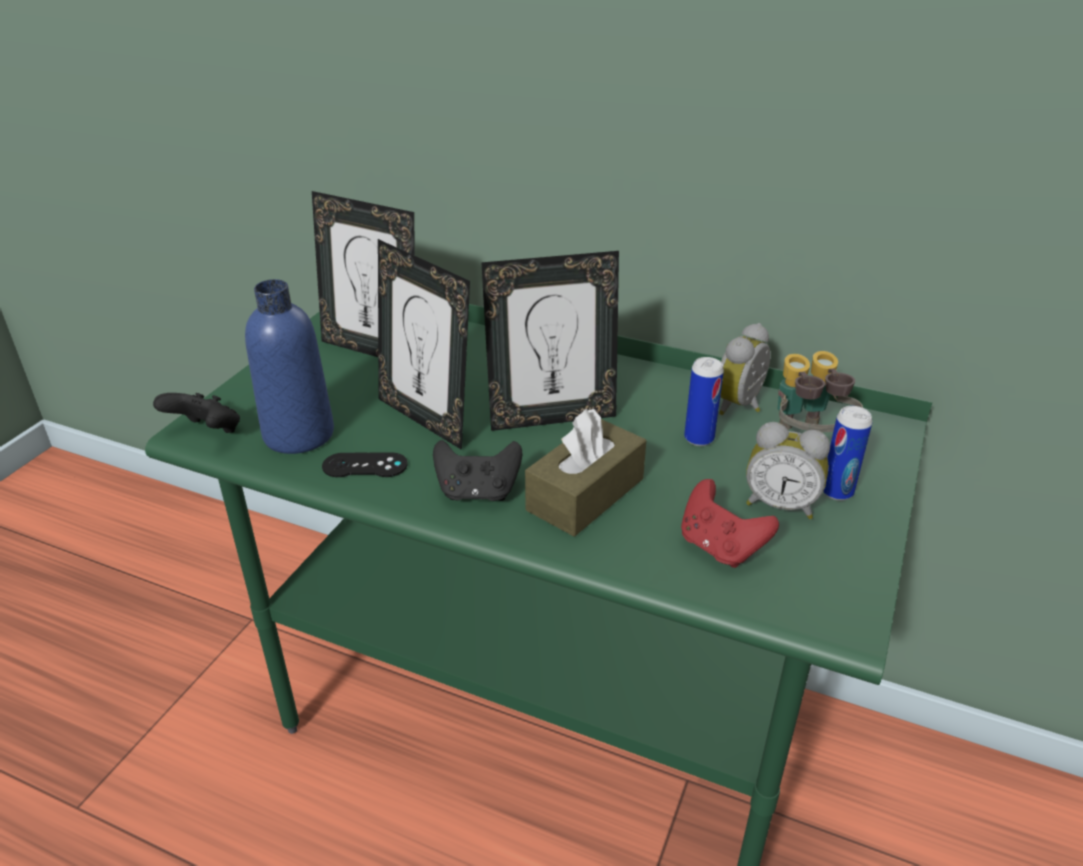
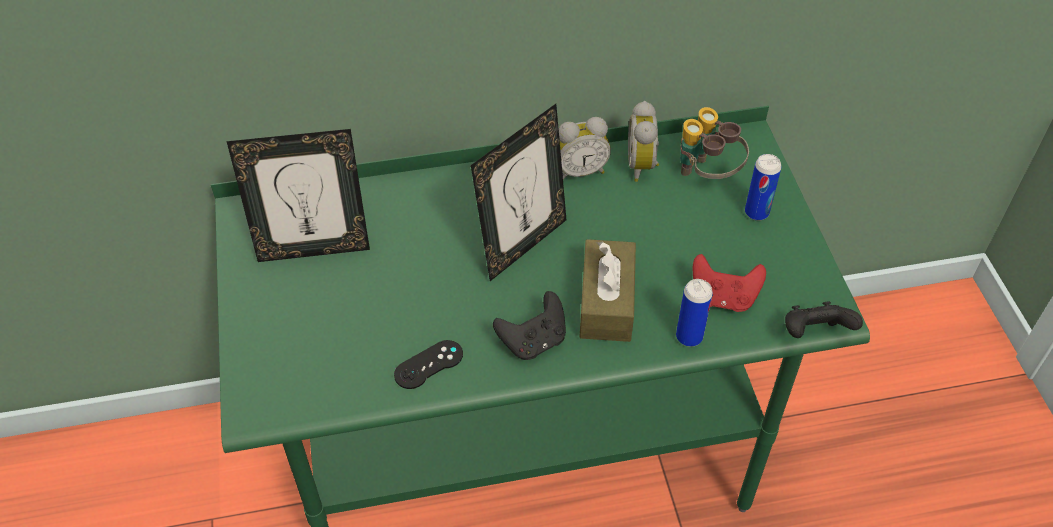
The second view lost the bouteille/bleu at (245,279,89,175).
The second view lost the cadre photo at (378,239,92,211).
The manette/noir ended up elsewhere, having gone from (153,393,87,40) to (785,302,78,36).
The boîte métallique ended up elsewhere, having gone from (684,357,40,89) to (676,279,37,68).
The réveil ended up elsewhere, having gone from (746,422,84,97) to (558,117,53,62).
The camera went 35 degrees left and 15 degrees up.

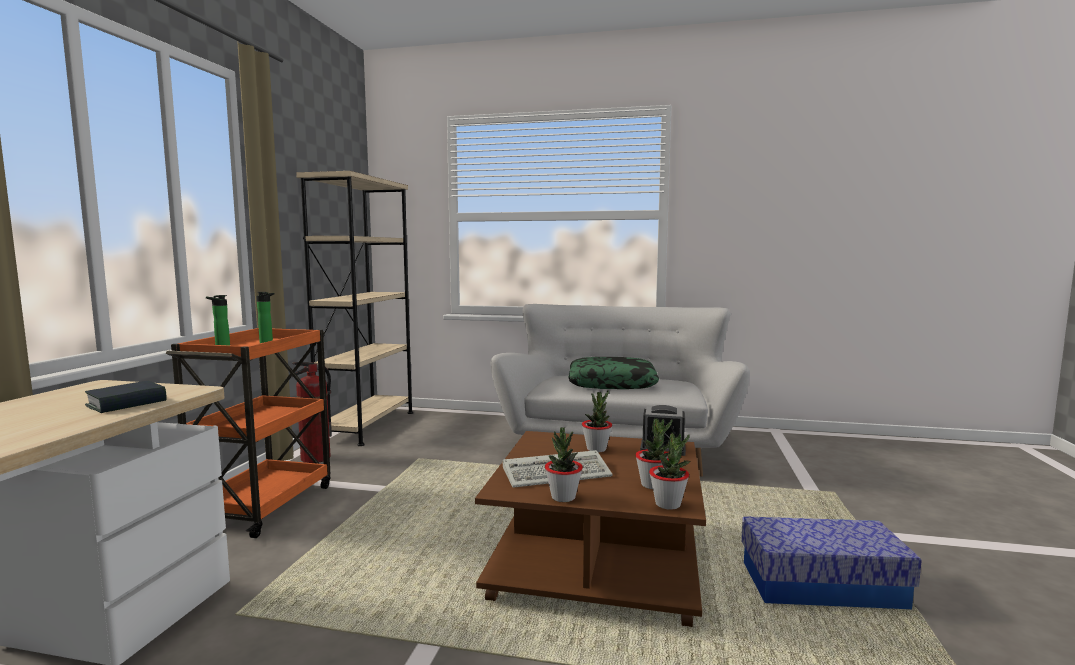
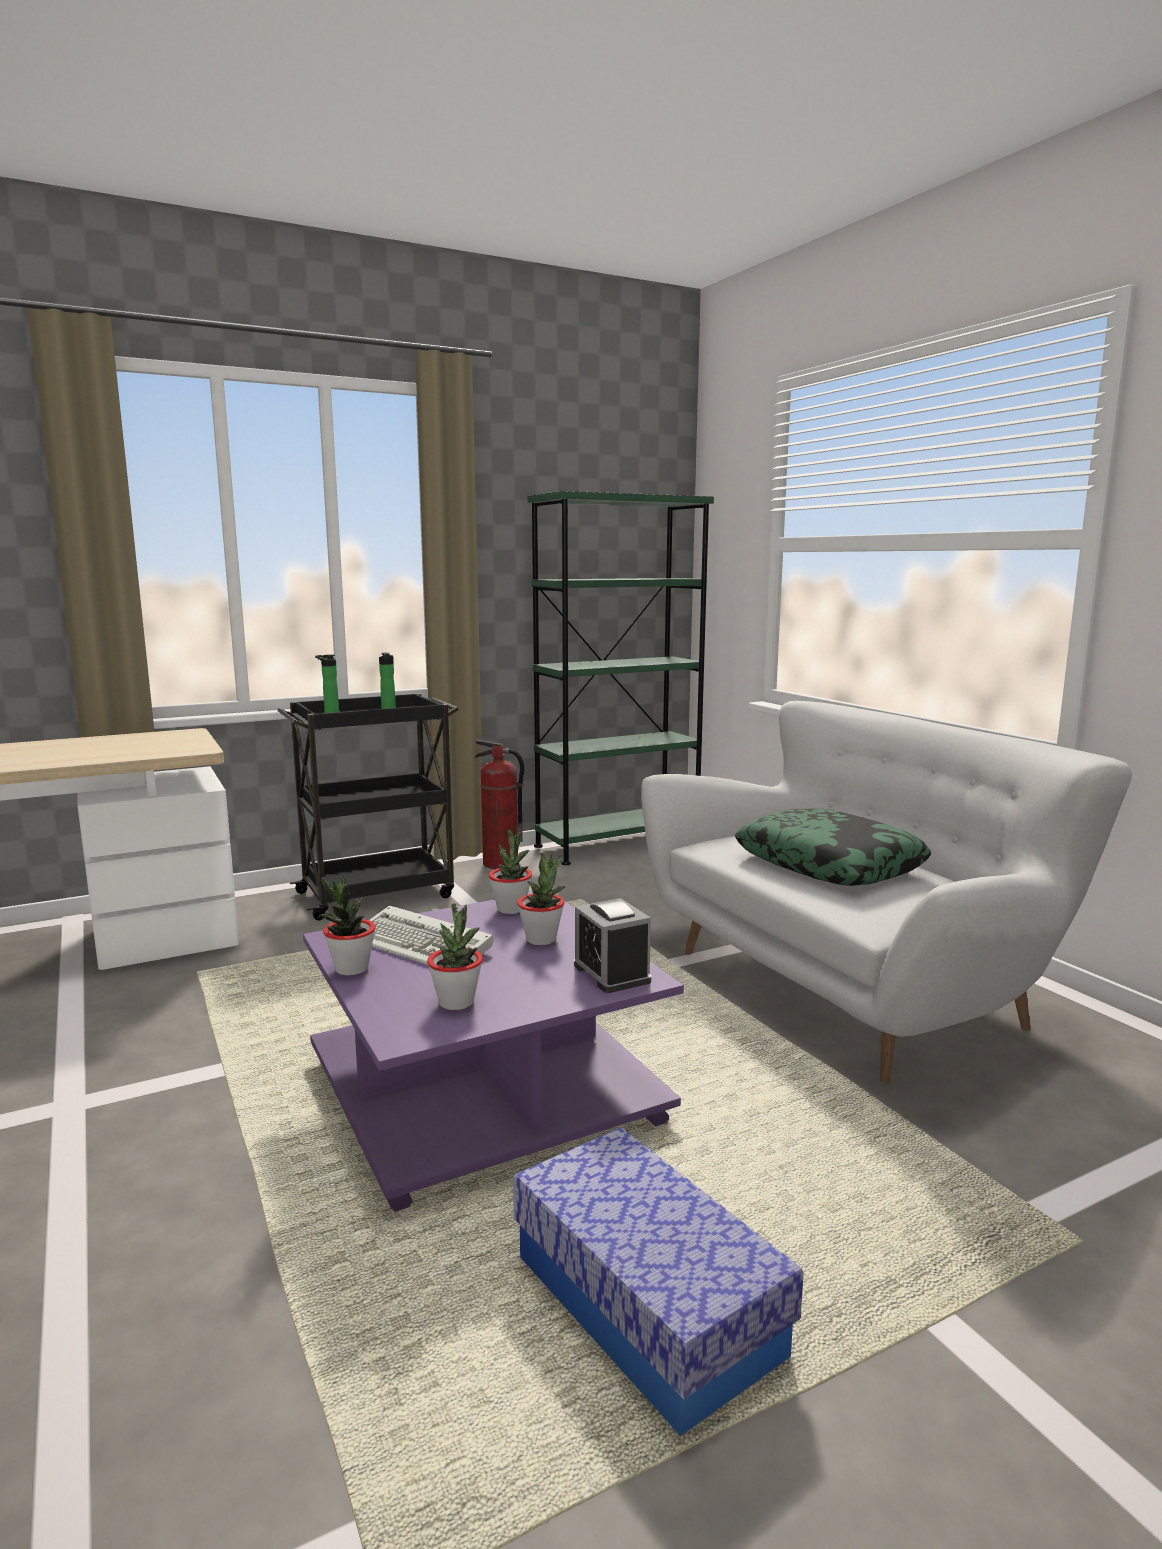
The second view lost the livre at (85,381,81,32).
The plante en pot ended up elsewhere, having gone from (649,432,41,78) to (489,829,43,85).
What was the chariot/orange at (166,328,165,210) turned into the chariot/noir at (278,693,181,228).
What was the bibliothèque/beige at (296,171,117,275) turned into the bibliothèque/vert at (527,491,187,374).
What was the table basse/marron at (475,431,231,196) turned into the table basse/violet at (303,893,381,319).
The camera went 50 degrees right and 5 degrees up.

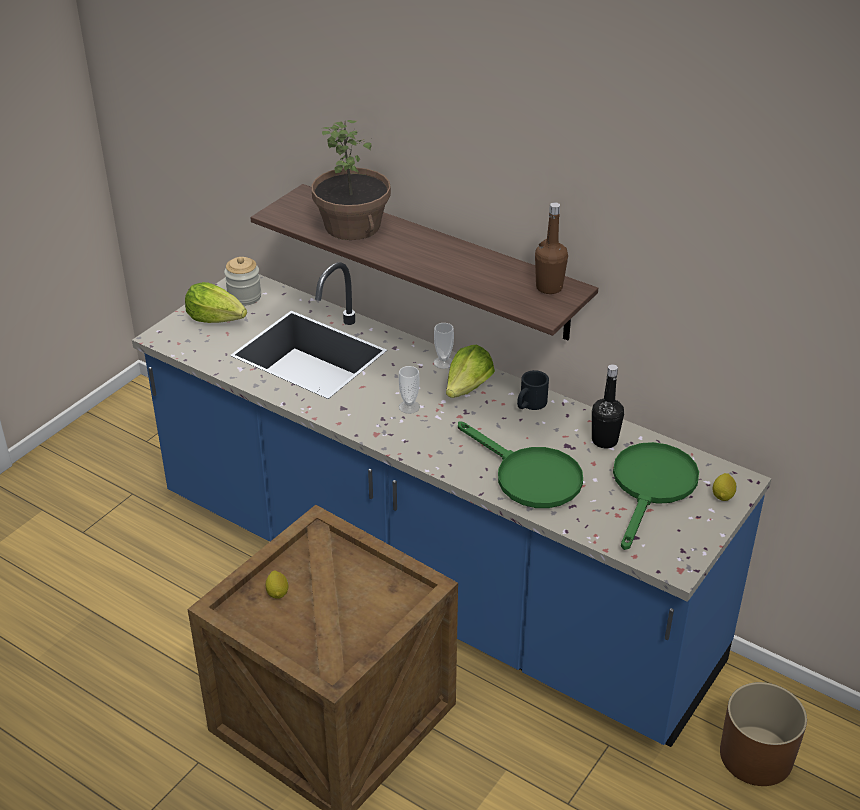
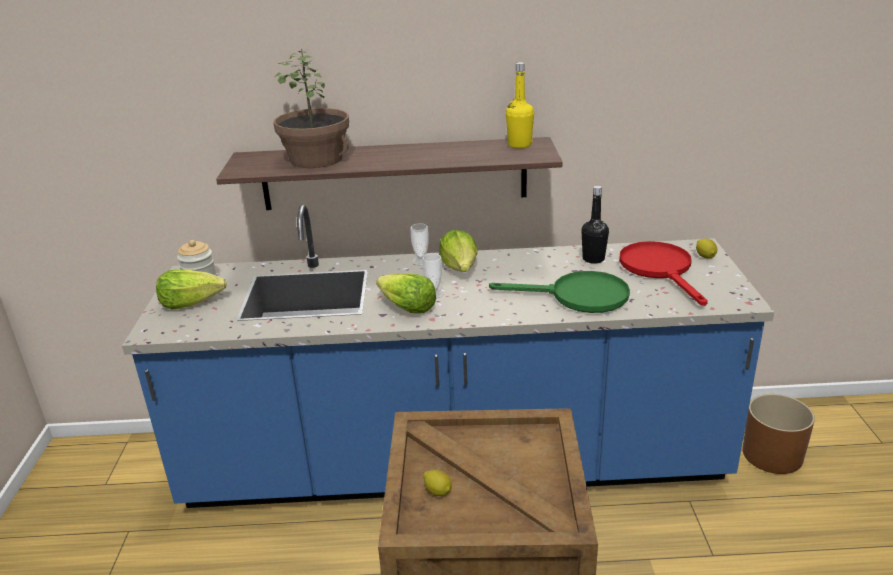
The second view lost the mug/noir at (517,370,32,40).
The second view gained the laitue at (376,273,60,41).
What was the bouteille/marron at (535,202,33,92) turned into the bouteille/jaune at (506,62,28,87).
What was the poêle/vert at (613,442,86,108) turned into the poêle/rouge at (619,241,89,65).
The camera went 35 degrees left and 10 degrees down.

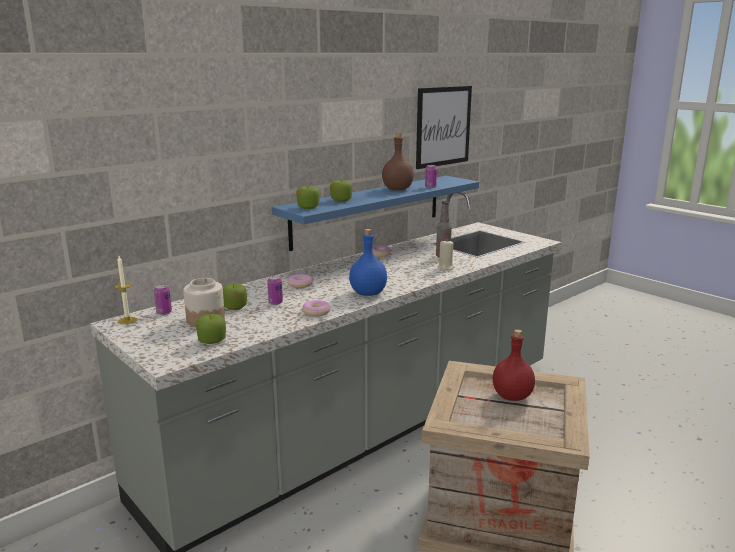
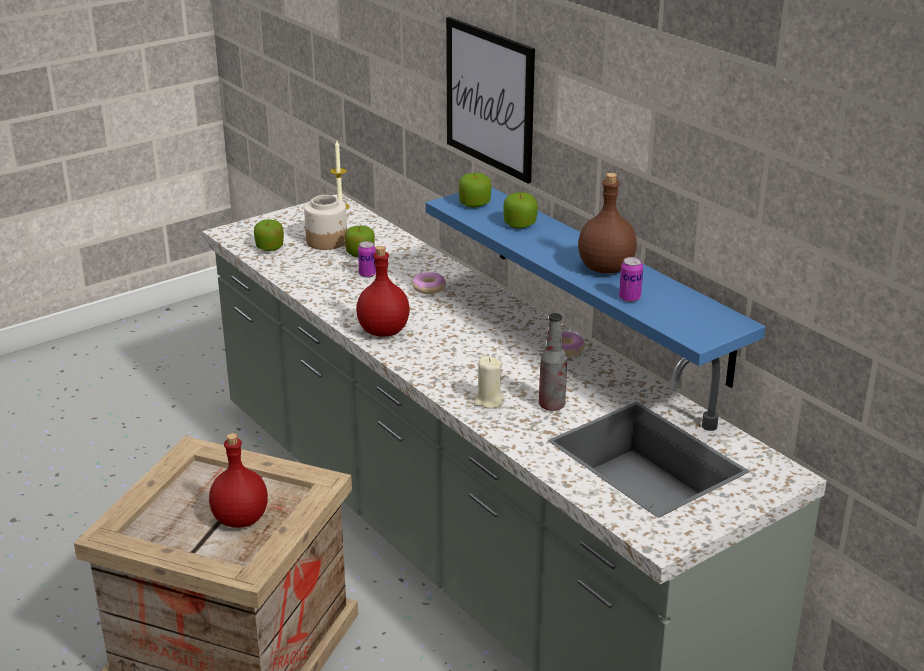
The second view lost the boîte métallique at (154,284,18,31).
The second view lost the beignet at (302,300,28,17).
The tableau ended up elsewhere, having gone from (416,86,56,83) to (446,17,89,166).
What was the bouteille/bleu at (349,229,38,67) turned into the bouteille/rouge at (356,246,54,91).
The camera went 95 degrees right and 10 degrees up.

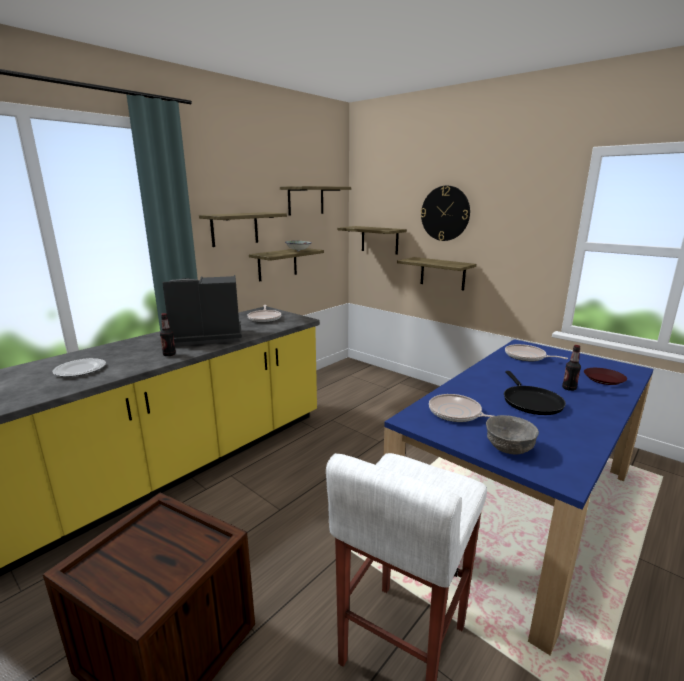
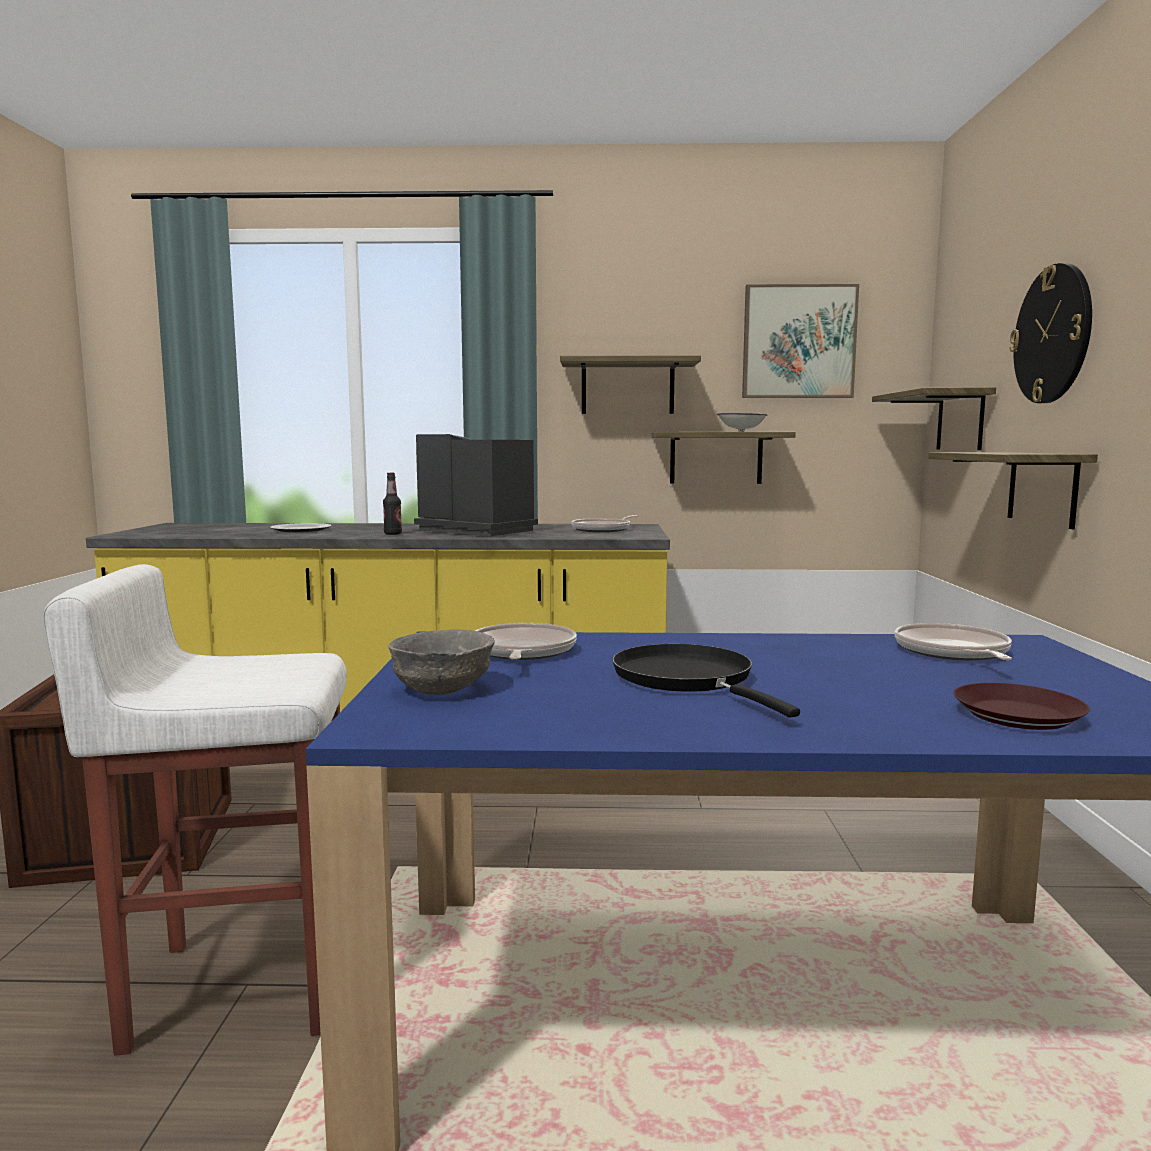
The second view lost the bouteille at (562,345,19,46).
Where the étagère hung at (280,186,71,29), the tableau came to hang at (742,284,117,114).
The poêle/noir at (504,371,62,44) ended up facing another way, 105 degrees clockwise from before.
The camera went 50 degrees right and 10 degrees down.

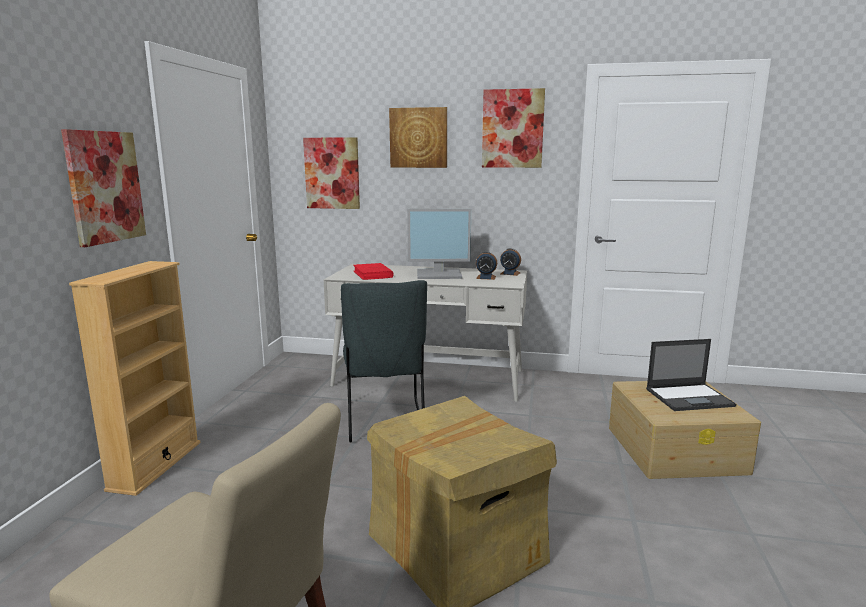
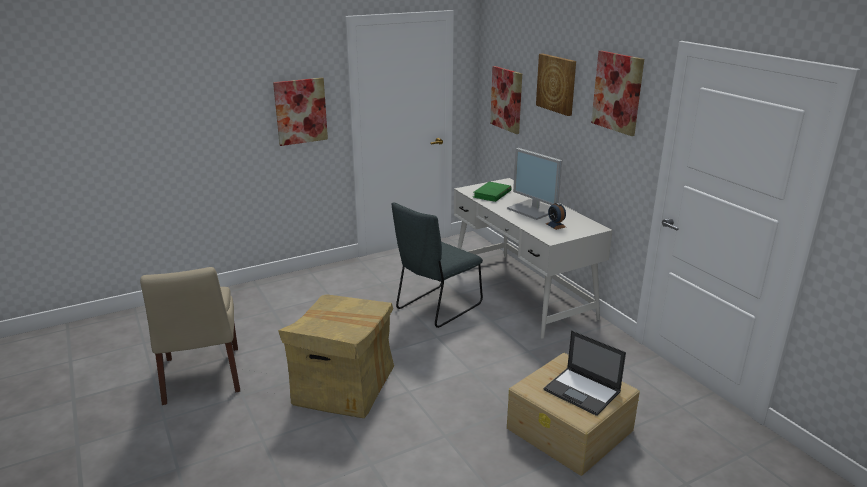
The second view lost the bibliothèque/beige at (69,261,131,235).
The second view lost the réveil at (500,248,21,28).
What was the livre/rouge at (354,263,39,17) turned into the livre/vert at (473,182,39,20).
The camera went 50 degrees right and 10 degrees up.

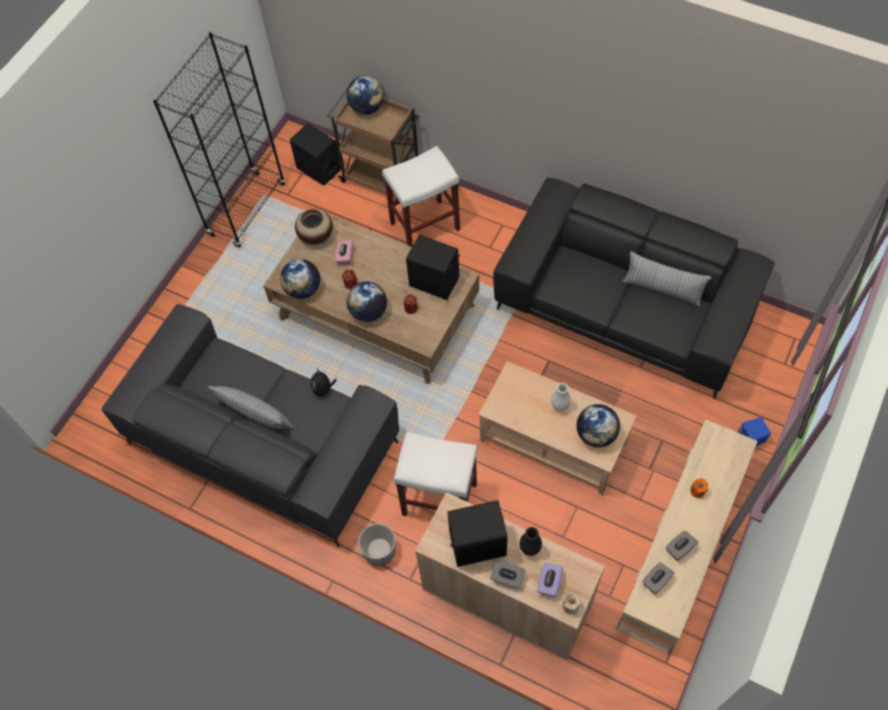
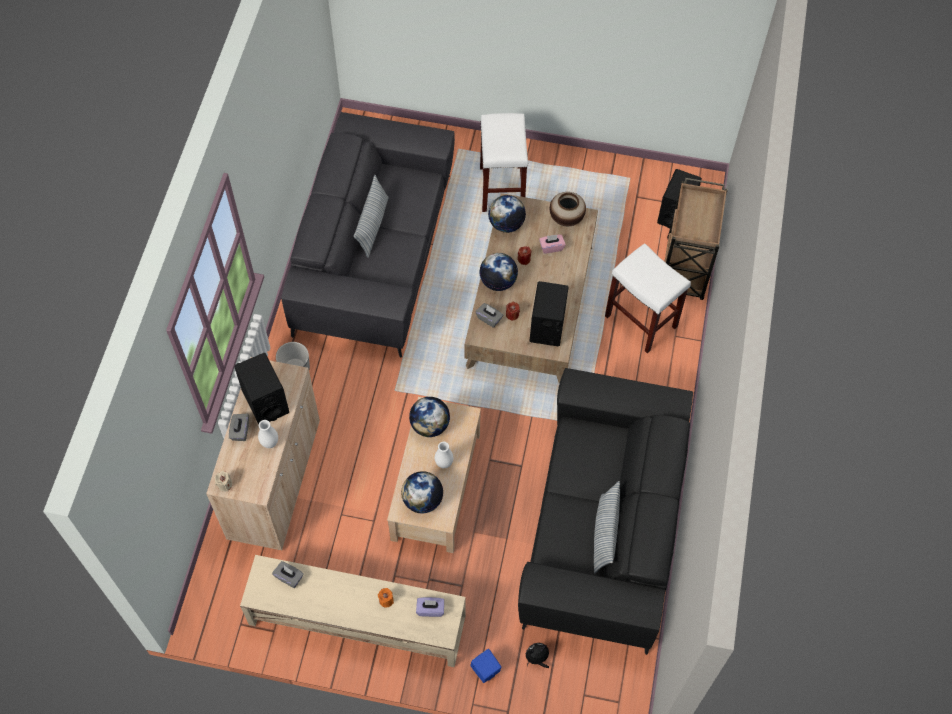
The second view lost the bibliothèque/noir at (153,32,132,216).
The peluche ended up elsewhere, having gone from (310,369,27,29) to (526,643,23,25).
The globe ended up elsewhere, having gone from (347,76,38,39) to (409,397,41,40).
The tabouret/blanc ended up elsewhere, having gone from (394,432,84,84) to (480,113,48,99).
The boîte à mouchoirs/violet ended up elsewhere, having gone from (537,563,26,34) to (416,597,28,20).
The boîte à mouchoirs/gris ended up elsewhere, having gone from (665,531,33,30) to (476,303,27,25).
What was the vase/noir at (519,527,23,29) turned into the vase/blanc at (258,420,20,28).
The camera went 70 degrees right and 0 degrees up.

